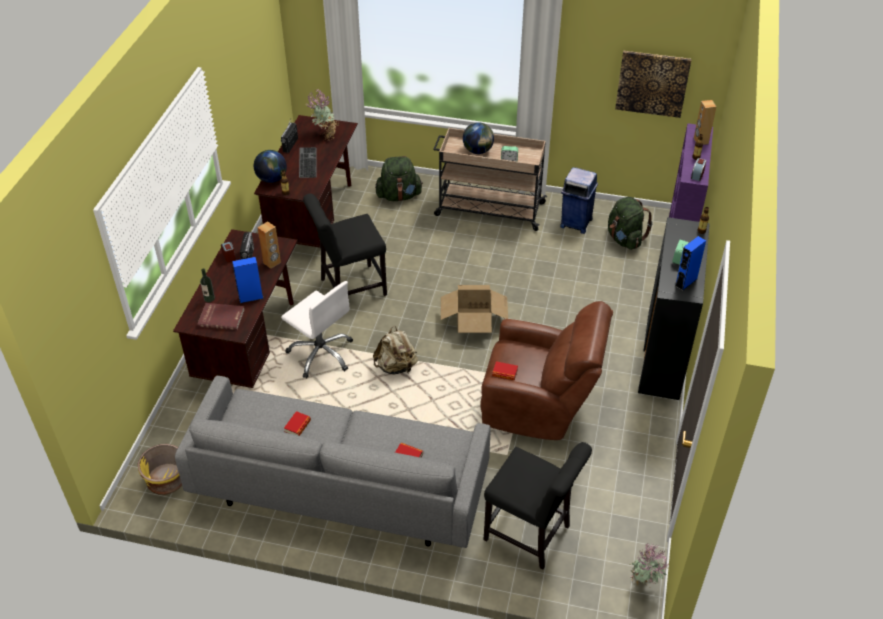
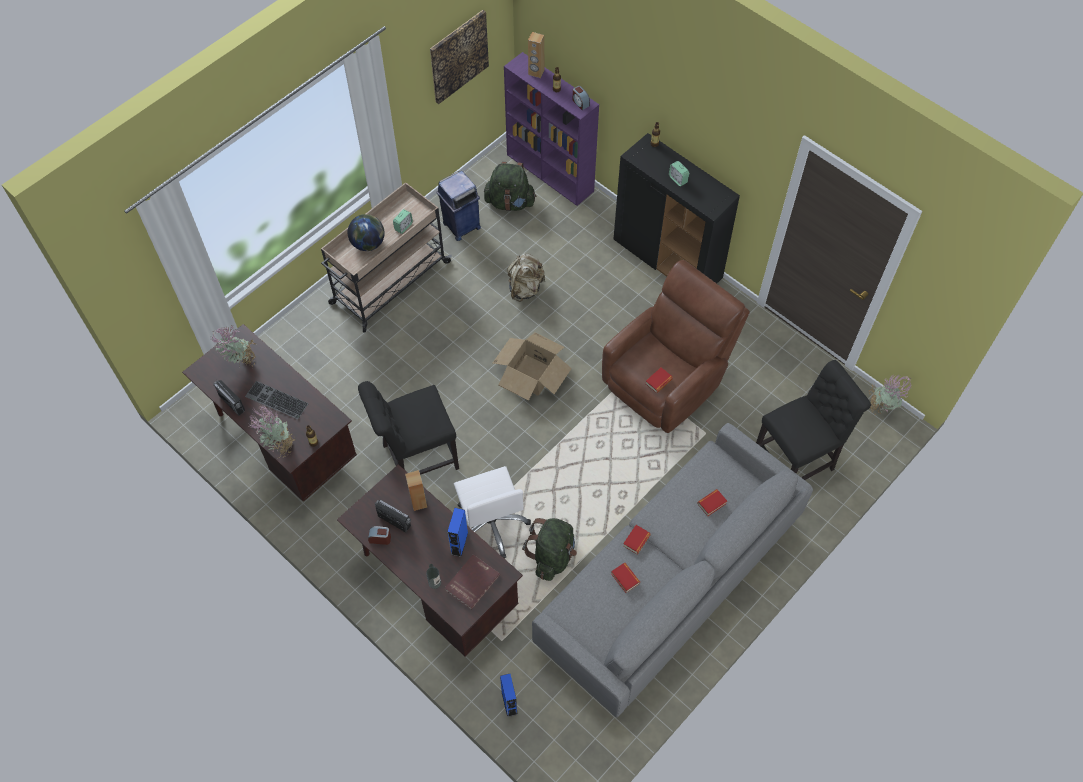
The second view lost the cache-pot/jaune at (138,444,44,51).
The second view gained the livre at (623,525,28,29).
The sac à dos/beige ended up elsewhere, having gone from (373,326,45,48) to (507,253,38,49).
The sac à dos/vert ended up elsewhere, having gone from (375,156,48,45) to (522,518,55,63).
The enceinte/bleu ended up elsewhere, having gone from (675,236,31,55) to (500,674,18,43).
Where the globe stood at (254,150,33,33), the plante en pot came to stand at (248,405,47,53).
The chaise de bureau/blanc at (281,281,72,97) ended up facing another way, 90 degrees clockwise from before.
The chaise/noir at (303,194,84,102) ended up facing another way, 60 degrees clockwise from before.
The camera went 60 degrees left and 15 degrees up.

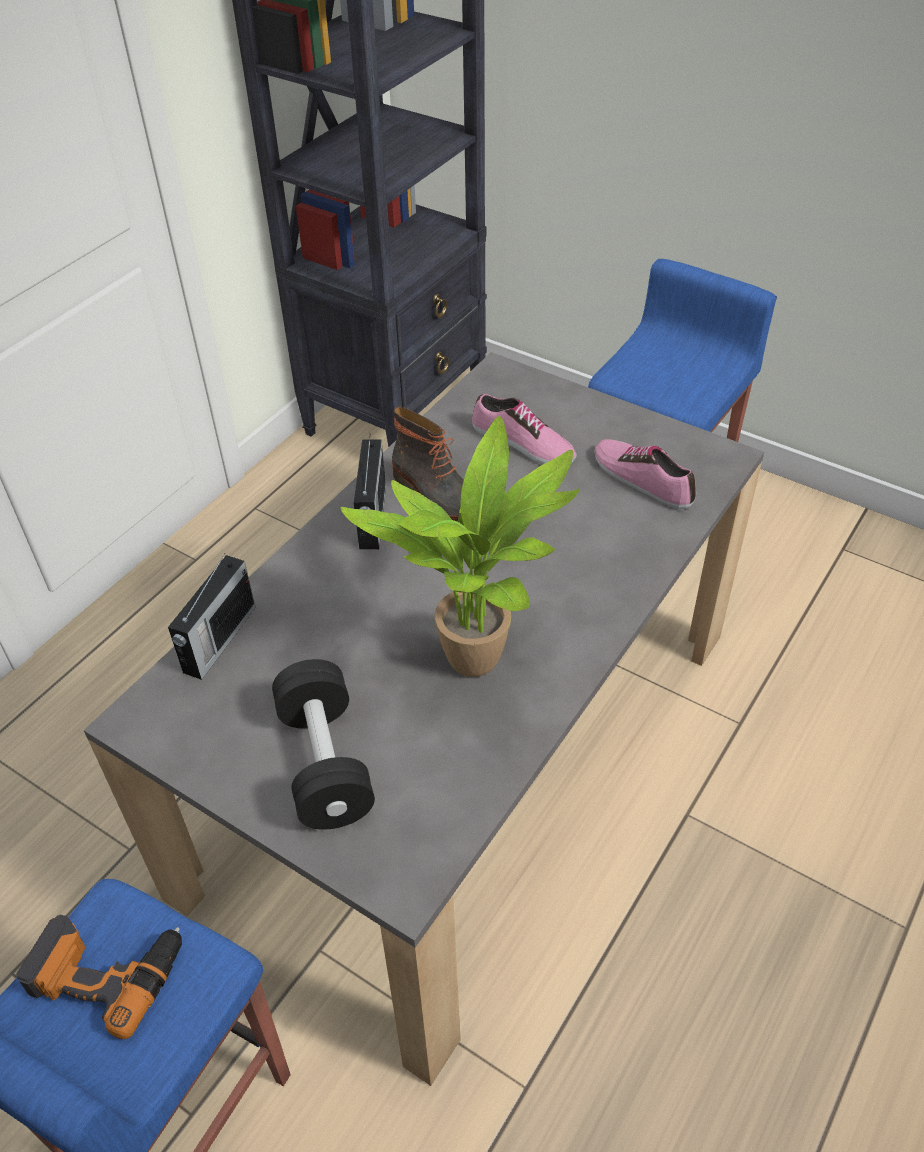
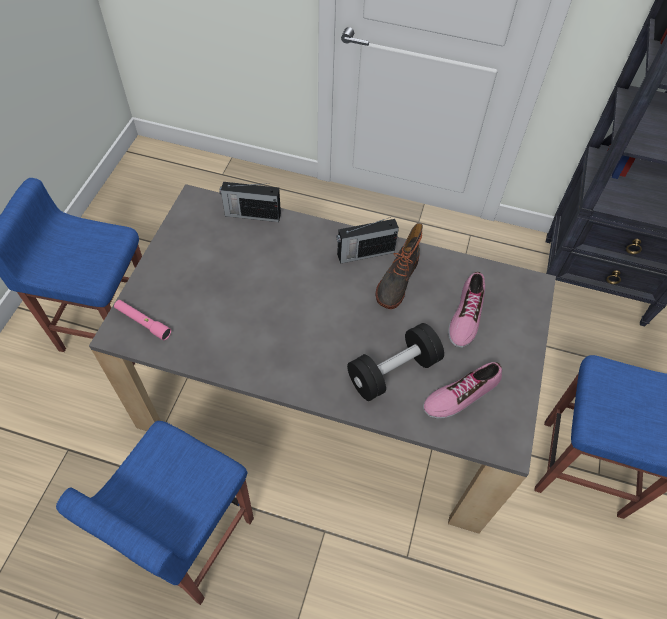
The second view lost the perceuse at (16,915,166,124).
The second view lost the plante en pot at (340,416,240,261).
The second view gained the tabouret/bleu at (56,421,198,184).
The second view gained the lampe de poche/rose at (114,300,57,40).
The haltère/noir ended up elsewhere, having gone from (272,659,103,171) to (347,323,97,78).
The chaussure at (594,439,102,70) ended up facing another way, 150 degrees counterclockwise from before.
The camera went 70 degrees right and 10 degrees up.

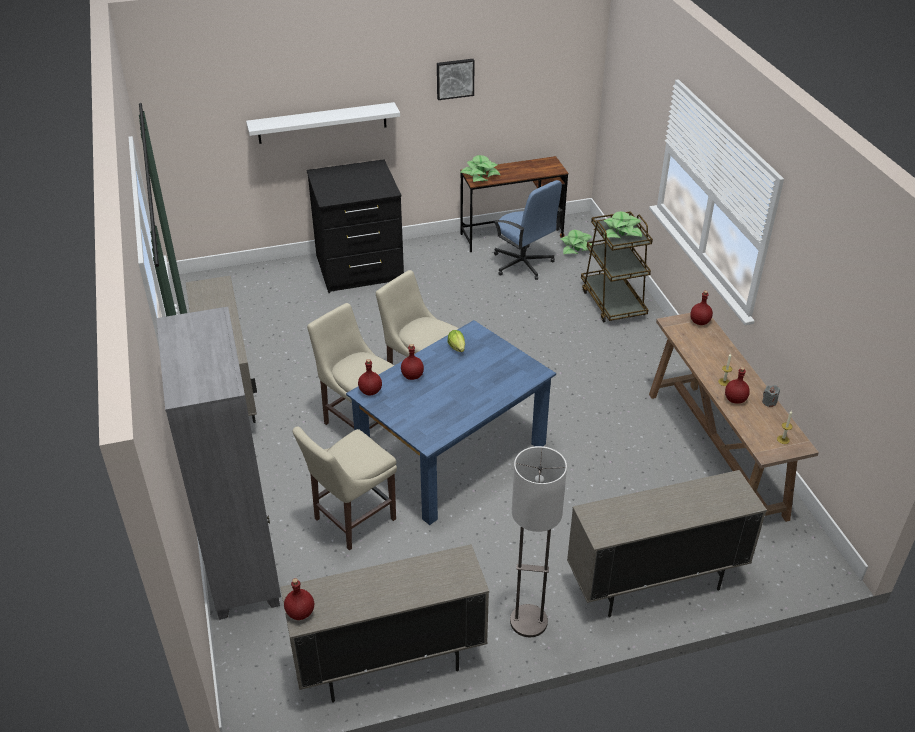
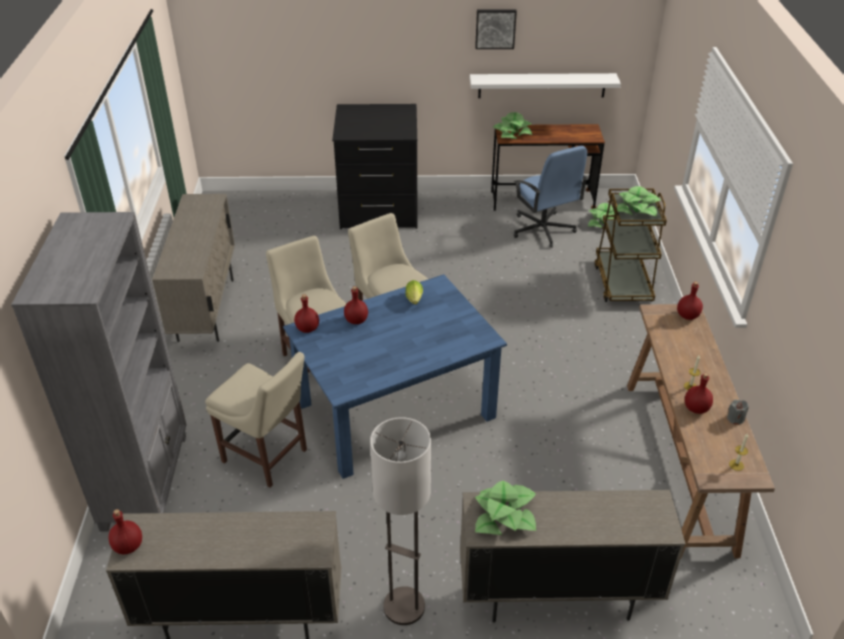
The second view gained the plante en pot at (475,480,61,55).
The étagère/blanc ended up elsewhere, having gone from (246,102,154,42) to (470,73,151,25).
The chaise/beige at (293,426,104,124) ended up facing another way, 120 degrees counterclockwise from before.
The camera went 15 degrees right and 0 degrees up.

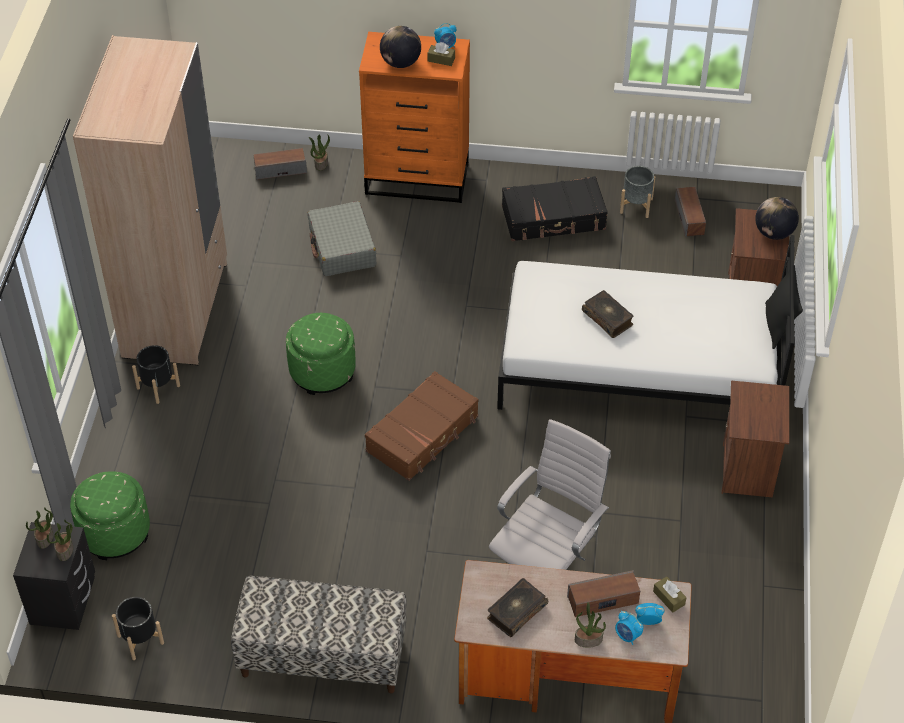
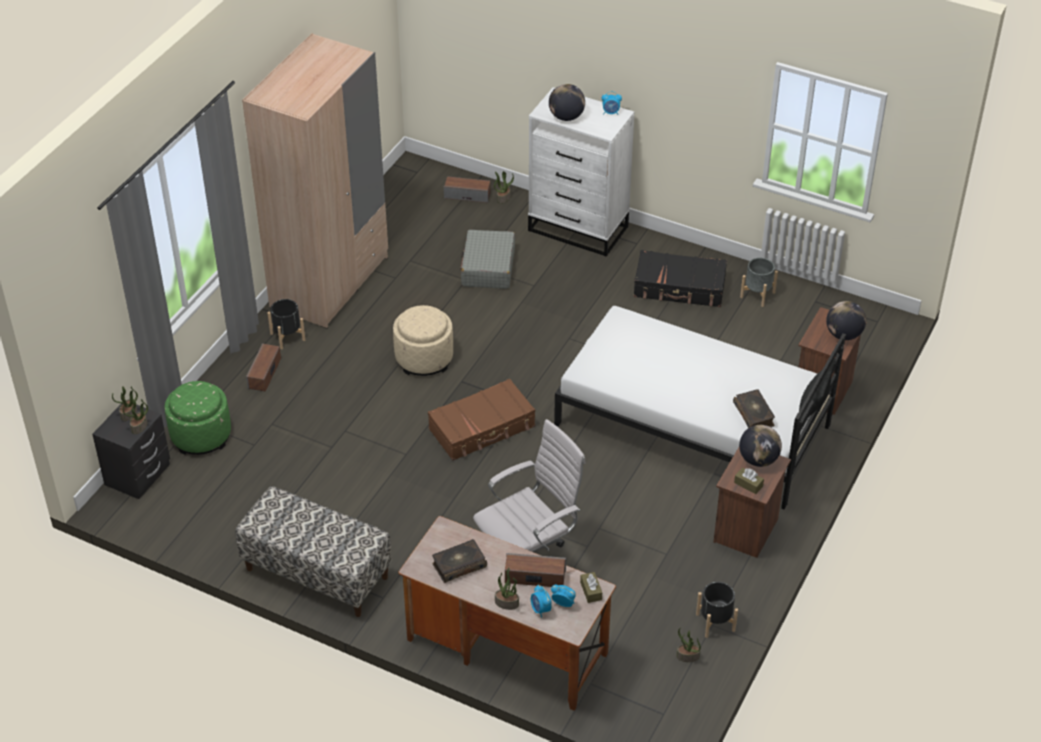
The second view gained the plante en pot at (676,628,25,34).
The second view gained the globe at (739,425,43,42).
The cache-pot/noir ended up elsewhere, having gone from (112,597,52,63) to (696,582,42,56).
The boîte à mouchoirs/marron ended up elsewhere, having gone from (427,42,28,24) to (734,468,30,26).
The livre ended up elsewhere, having gone from (582,290,52,48) to (733,389,42,39).
The enceinte ended up elsewhere, having gone from (675,187,31,50) to (246,343,35,49).
What was the pouf/vert at (286,313,70,82) turned into the pouf/beige at (393,305,60,71).
What was the commode/orange at (359,32,111,171) turned into the commode/blanc at (528,87,106,170).
The camera went 20 degrees right and 5 degrees down.

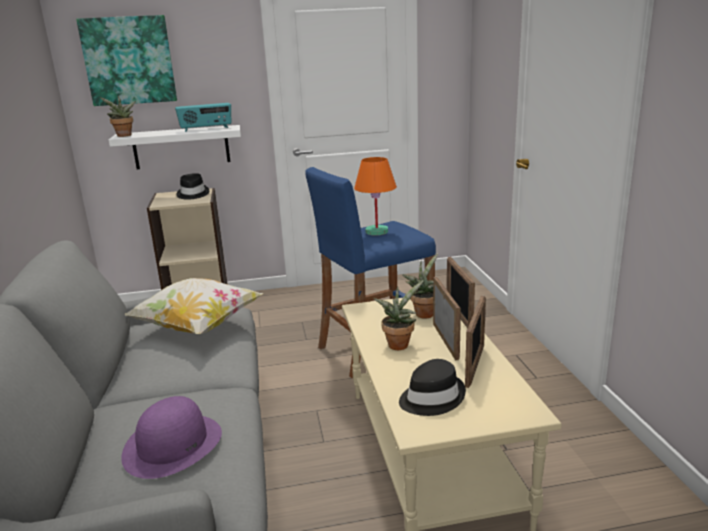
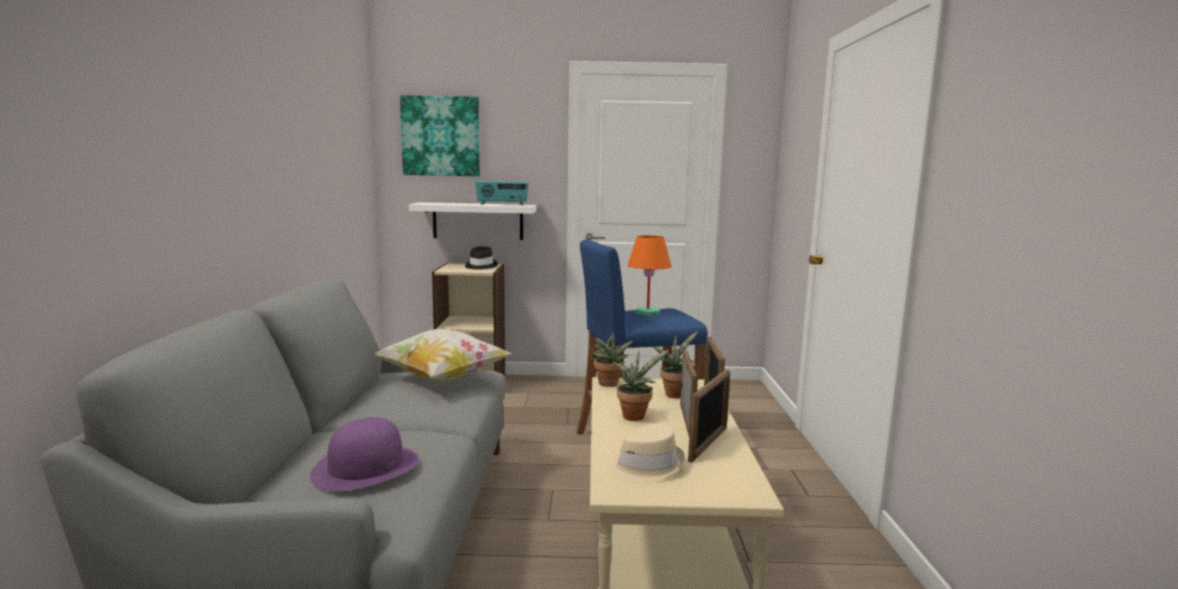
The plante en pot ended up elsewhere, having gone from (100,96,36,41) to (591,332,42,55).
What was the chapeau/noir at (399,359,67,57) turned into the chapeau/beige at (609,423,75,58).
The camera went 10 degrees right and 10 degrees down.

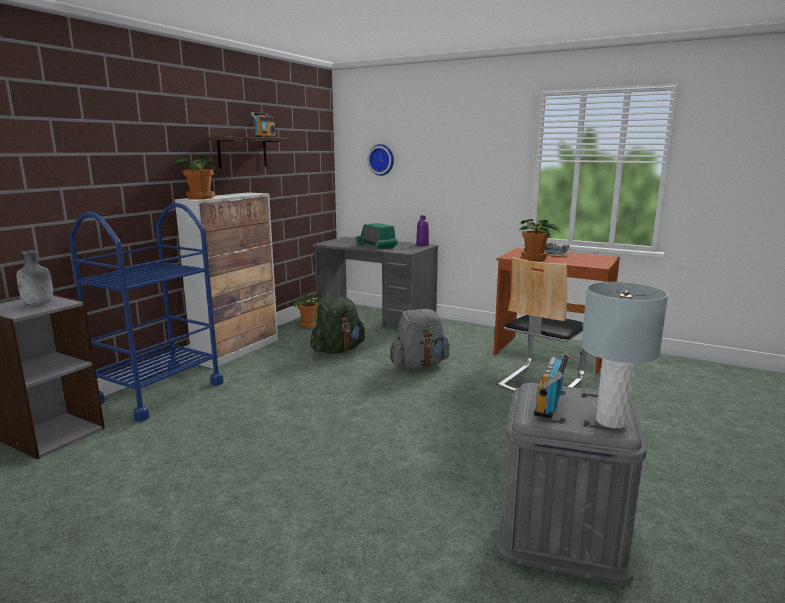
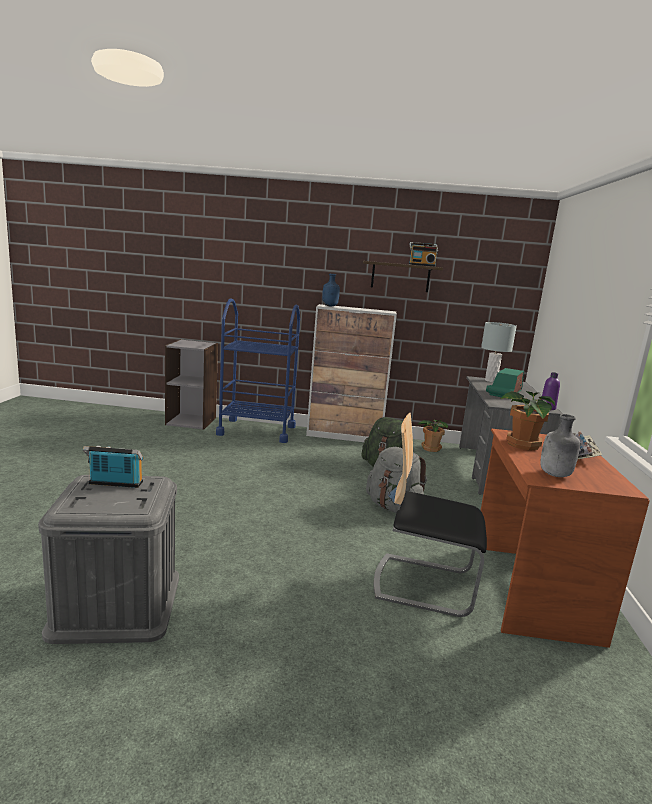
The second view lost the horloge murale at (367,144,27,32).
The bouteille/gris ended up elsewhere, having gone from (17,250,36,56) to (540,414,40,63).
The lampe de table/gris ended up elsewhere, having gone from (581,282,87,146) to (481,322,36,60).
Where the plante en pot stood at (175,156,41,43), the bouteille/bleu came to stand at (322,274,18,32).
The camera went 65 degrees right and 0 degrees up.

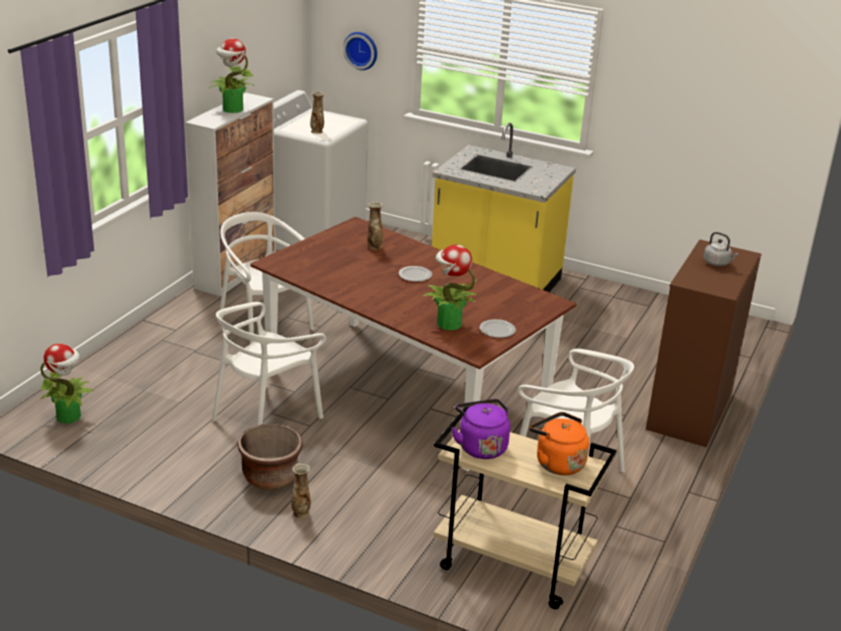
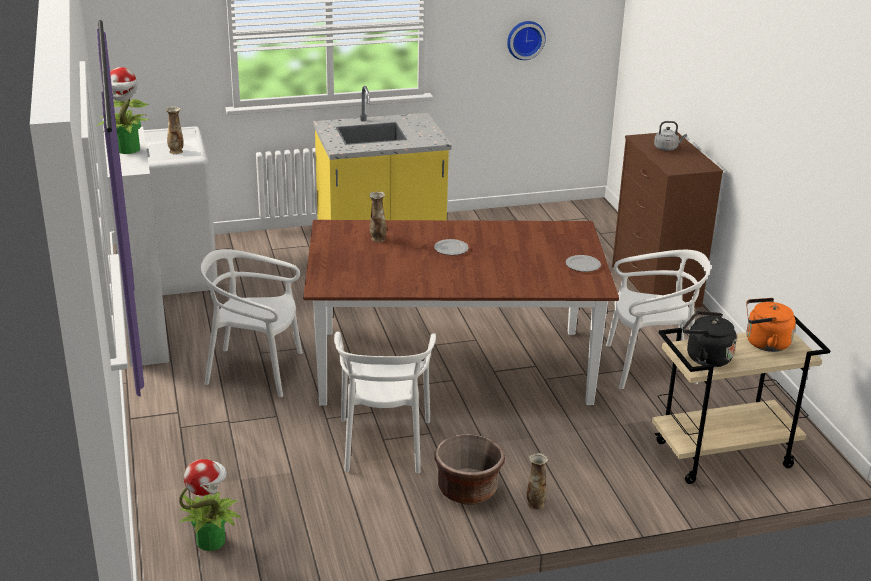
The second view lost the plante en pot at (422,245,55,85).
The horloge murale ended up elsewhere, having gone from (343,32,34,38) to (507,21,39,39).
What was the bouilloire/violet at (452,399,58,60) turned into the bouilloire/noir at (682,311,55,56).
The camera went 40 degrees left and 0 degrees up.

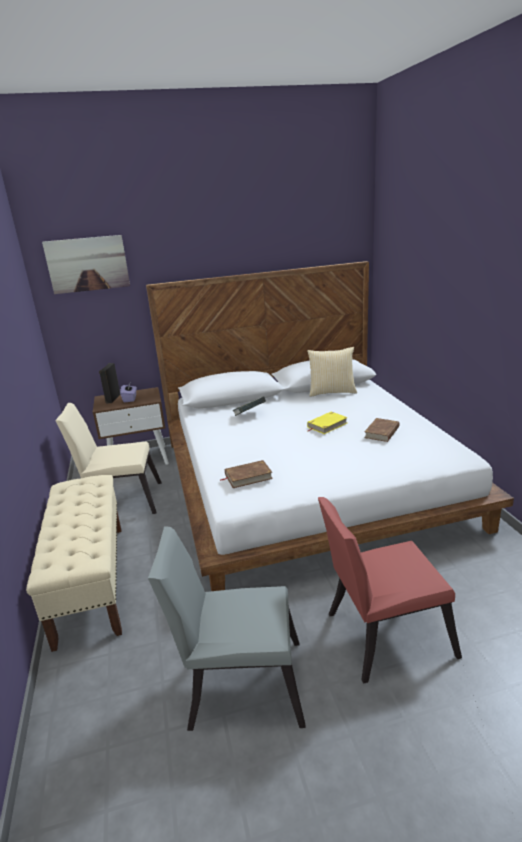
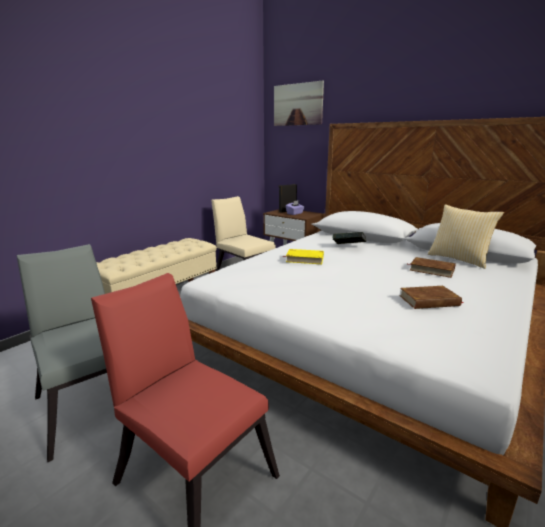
The livre/marron ended up elsewhere, having gone from (220,460,53,28) to (409,257,47,21).
The livre/jaune ended up elsewhere, having gone from (307,412,41,22) to (282,249,42,15).
The camera went 50 degrees right and 5 degrees down.

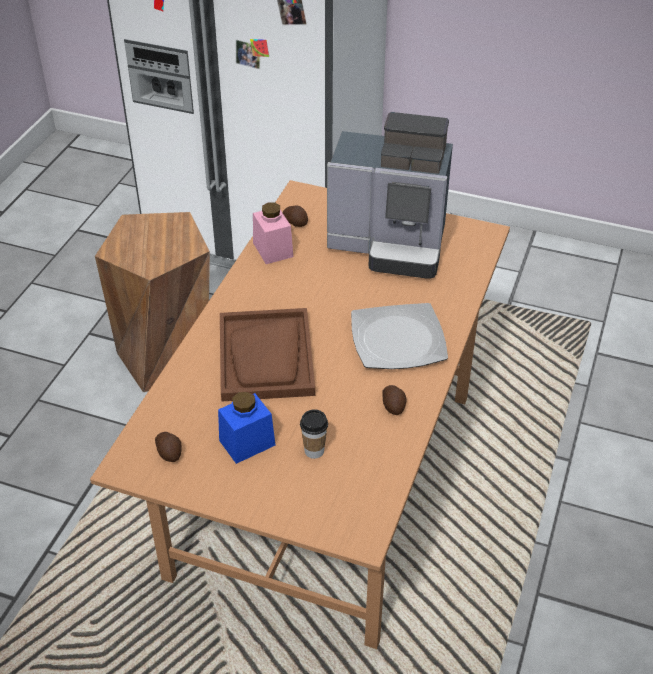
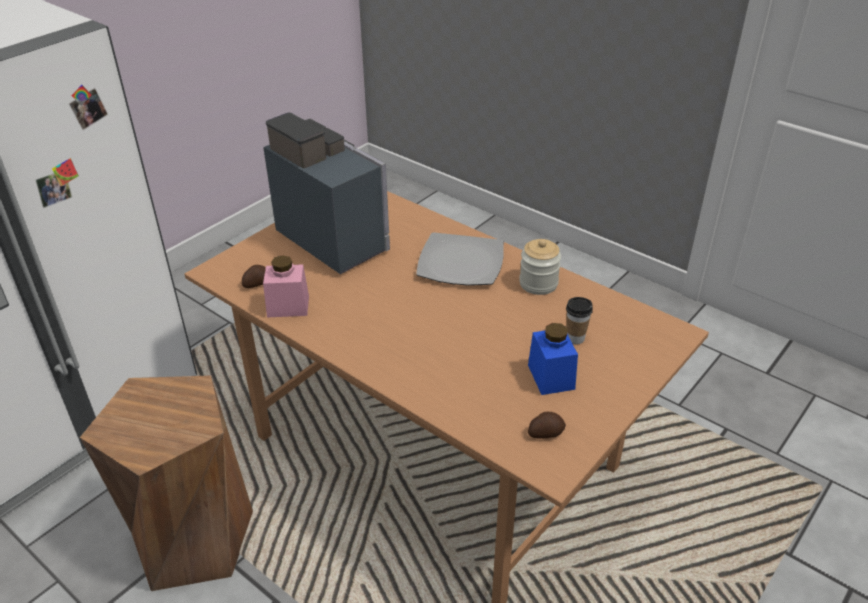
The second view lost the plateau/marron at (220,308,95,94).
Where the pomme de terre stood at (382,385,25,30), the bocal came to stand at (519,239,42,56).
The machine à café at (327,112,126,167) ended up facing another way, 75 degrees counterclockwise from before.
The camera went 70 degrees left and 5 degrees down.

